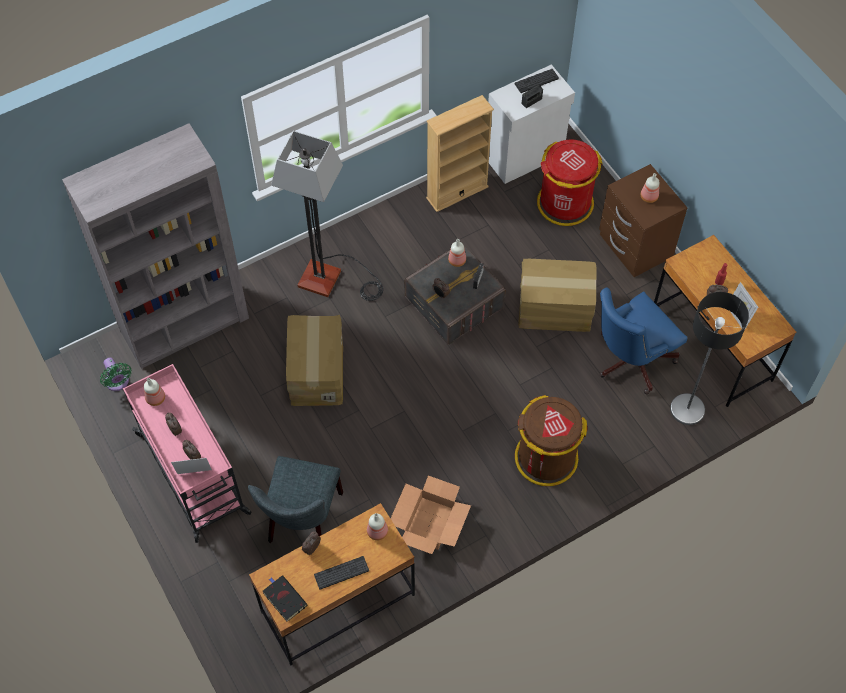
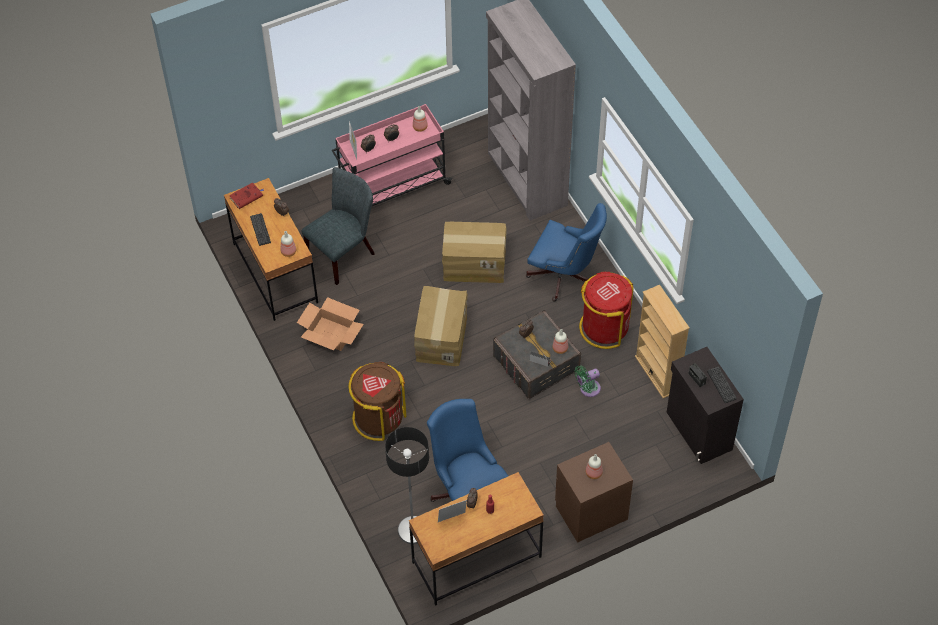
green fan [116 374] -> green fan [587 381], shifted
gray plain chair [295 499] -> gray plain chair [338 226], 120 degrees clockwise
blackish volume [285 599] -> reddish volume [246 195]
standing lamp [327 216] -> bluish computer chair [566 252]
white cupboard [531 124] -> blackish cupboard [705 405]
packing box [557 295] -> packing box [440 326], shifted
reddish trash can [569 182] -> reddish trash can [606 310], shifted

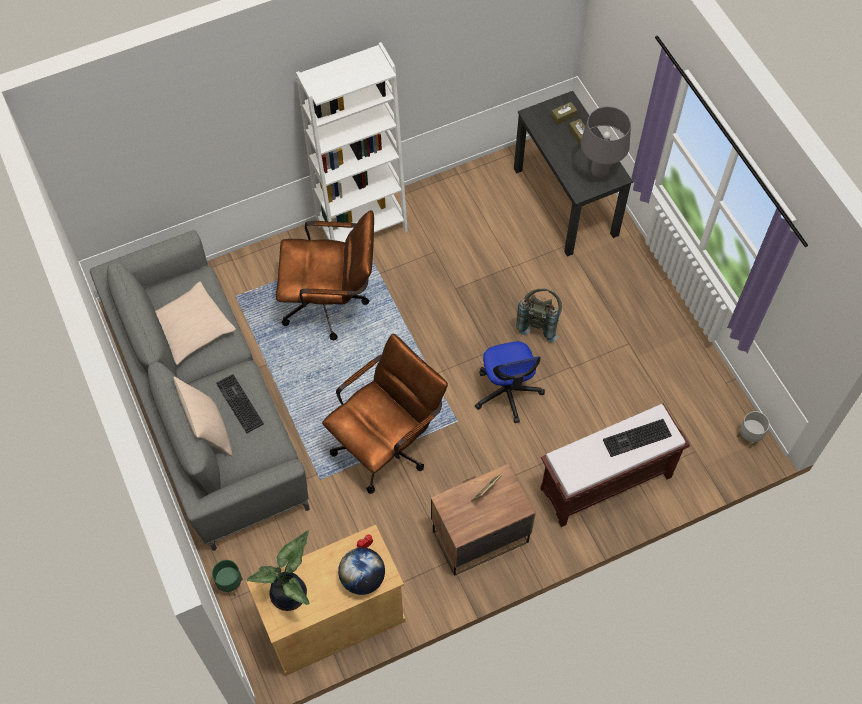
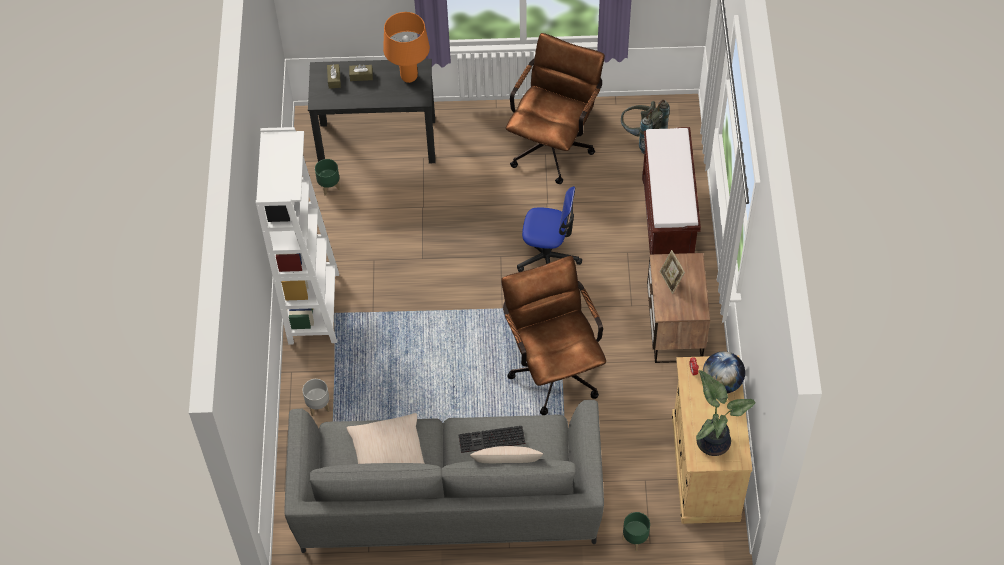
brown-coloured computer chair [325 275] -> brown-coloured computer chair [555 108], shifted
gray backpack [539 315] -> gray backpack [645 127], shifted
gray lamp for a table [606 142] -> orange lamp for a table [406 47]
PC keyboard [637 438] -> none
gray planter [753 430] -> gray planter [316 397], shifted
none -> green planter [327 177]

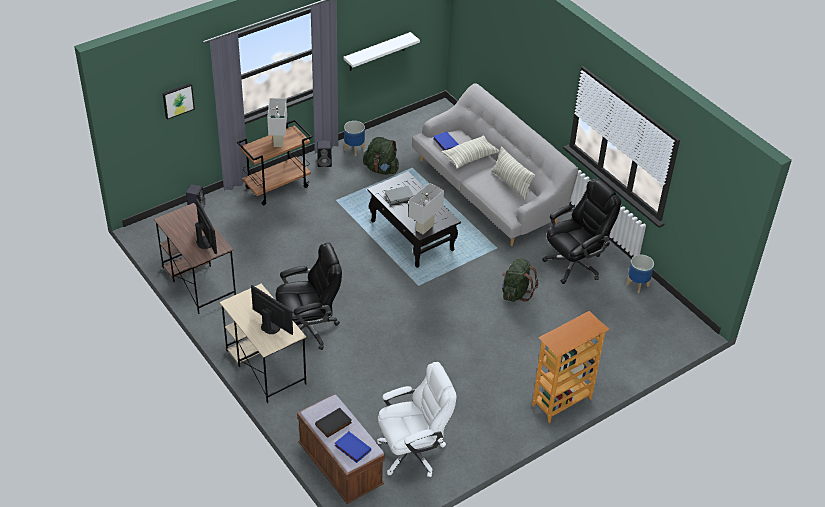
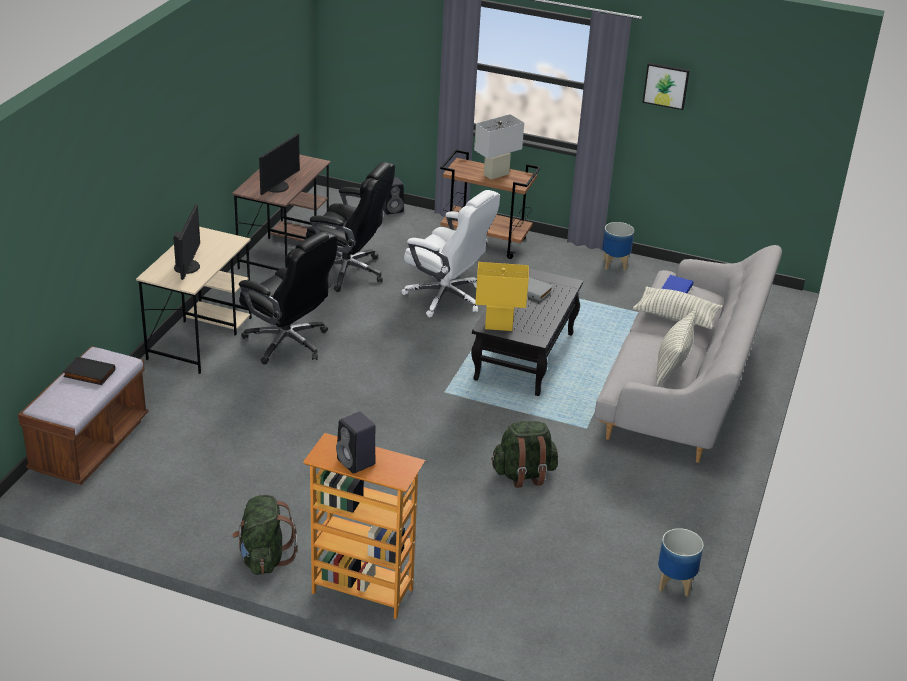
wall picture [179 101] -> wall picture [666 86], shifted
blackish loudspeaker [324 154] -> blackish loudspeaker [356 443], shifted
bluish volume [353 447] -> none
white shelf [382 51] -> none
green backpack [381 156] -> green backpack [265 535], shifted
white computer chair [416 419] -> white computer chair [451 253], shifted
white lamp for a table [426 208] -> yellow-coloured lamp for a table [502 296]
blackish computer chair [581 231] -> blackish computer chair [350 227], shifted

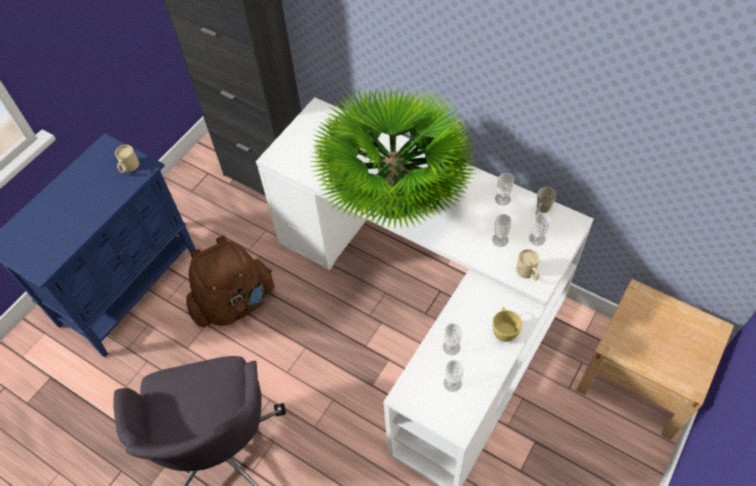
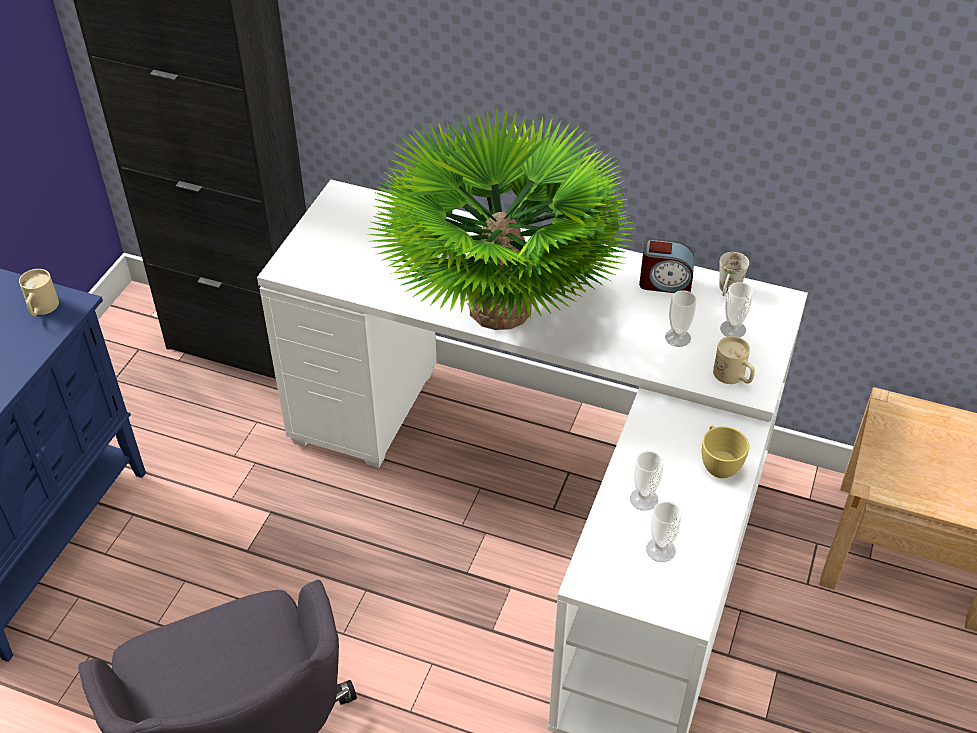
brown-coloured backpack [230 281] -> none
drinking cup [504 189] -> table clock [666 265]

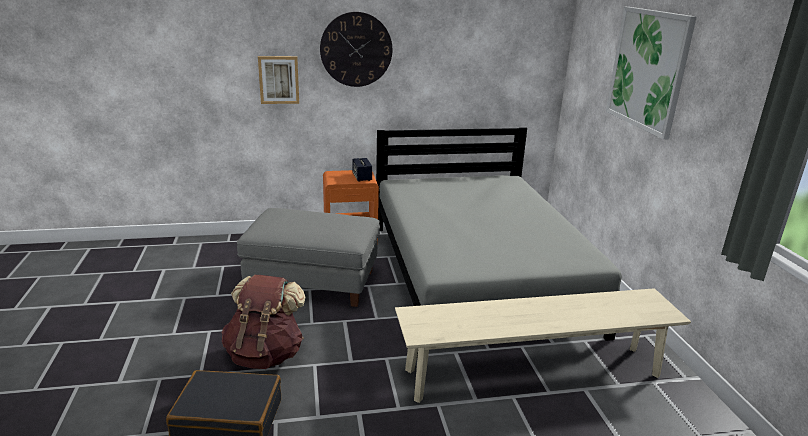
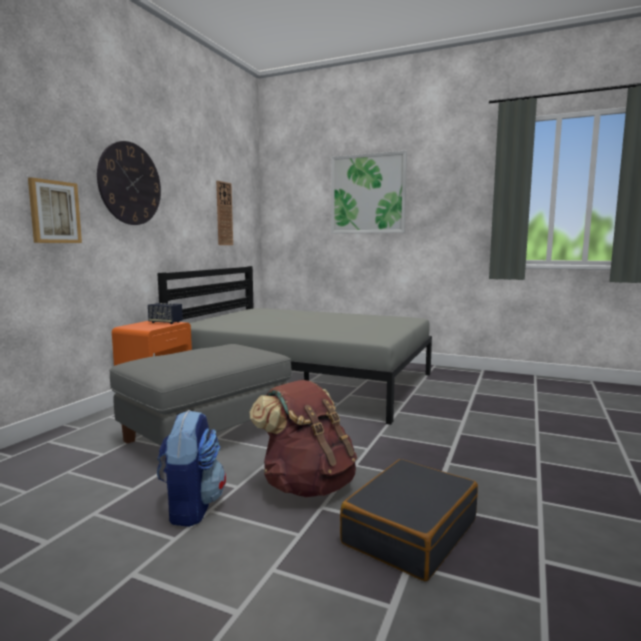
beige long seat [543 345] -> none
none -> backpack [191 468]
none -> hanging clock [224 213]

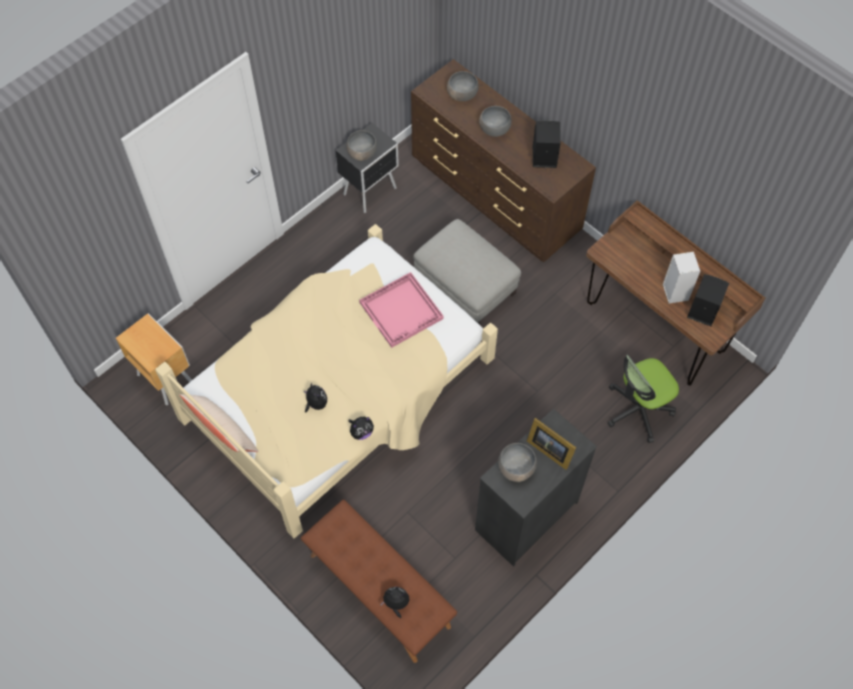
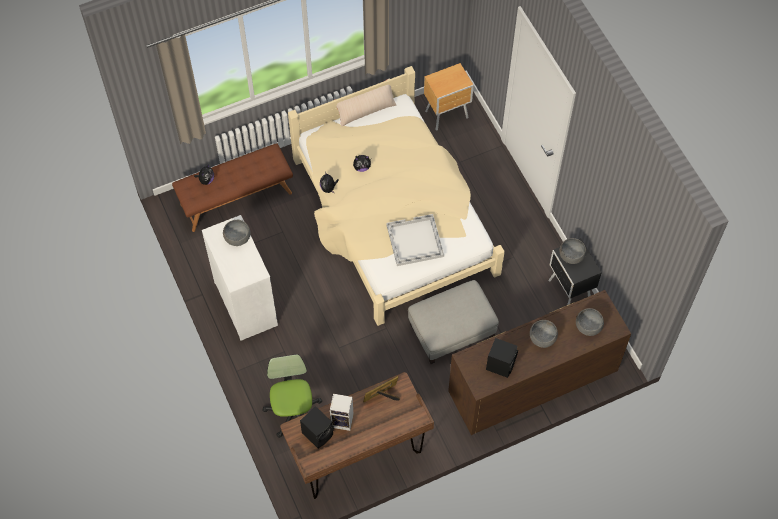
pink-coloured carrying tray [401 310] -> white carrying tray [415 240]
blackish chest of drawers [536 488] -> white chest of drawers [240 278]
photo frame [551 444] -> photo frame [381 389], shifted

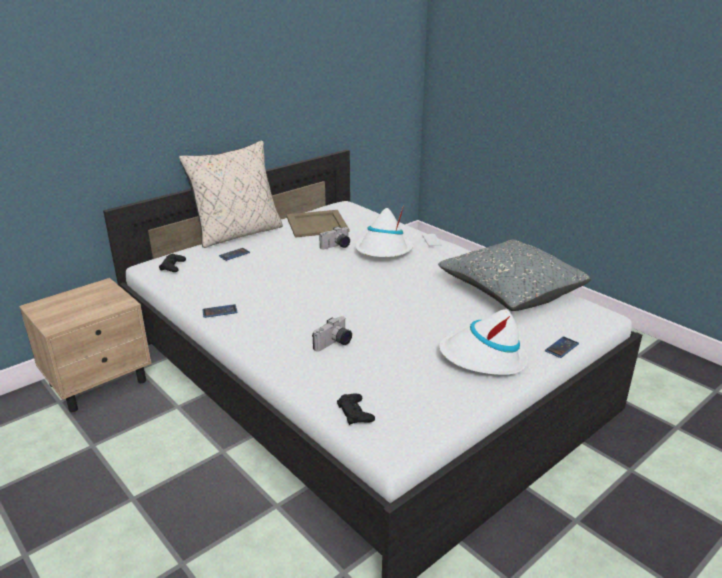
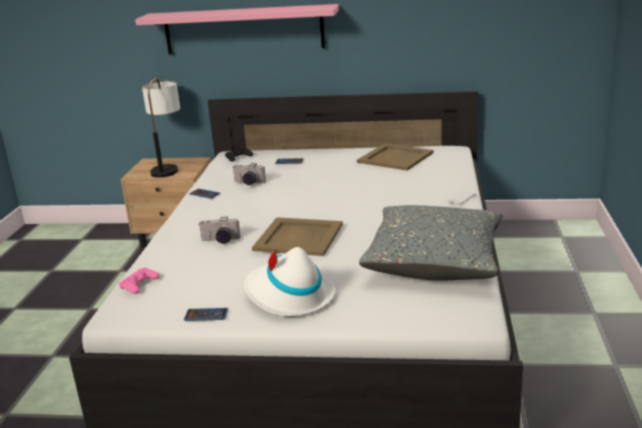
beige pillow [231 194] -> none
still camera [334 238] -> still camera [249 174], shifted
blackish gamepad [356 409] -> pink-coloured gamepad [139 281]
white wearable hat [384 231] -> none
telephone [562 347] -> telephone [206 314], shifted
none -> pink-coloured shelf [237 29]
none -> lamp for a table [161 128]
none -> beige carrying tray [297 236]

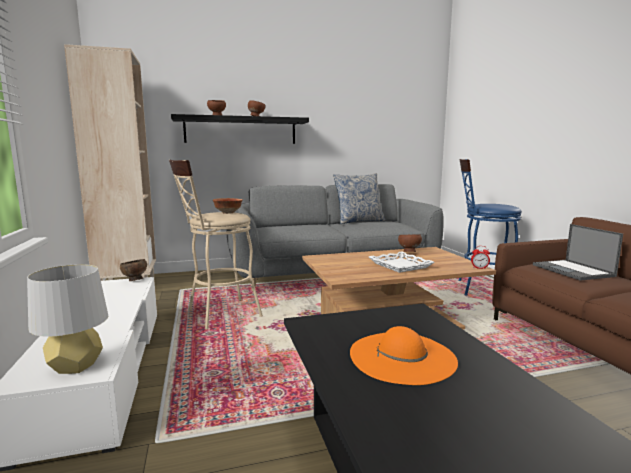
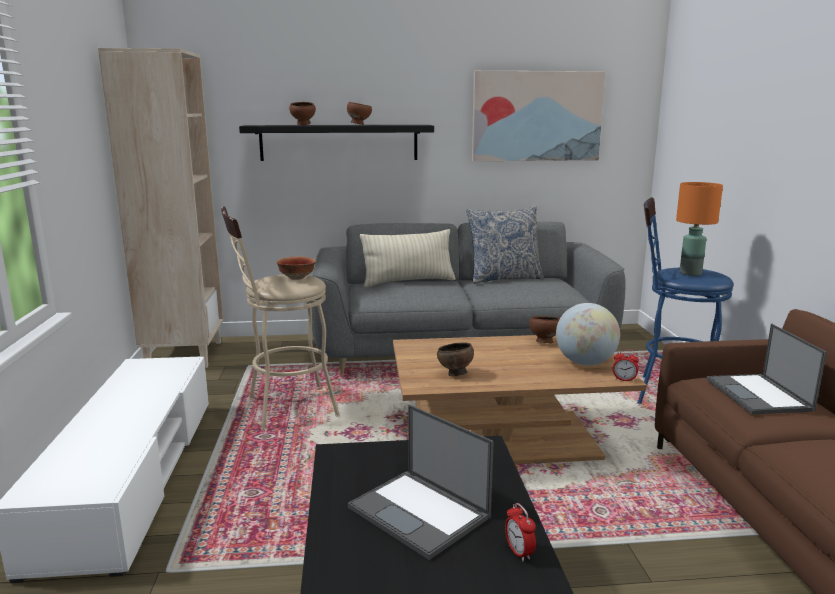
gray lamp for a table [67 319] -> none
brown-coloured serving bowl [133 270] -> brown-coloured serving bowl [455 359], shifted
orange wearable hat [404 355] -> notebook computer [421 482]
white carrying tray [402 262] -> none
none -> beige pillow [408 258]
none -> wall picture [539 116]
none -> table clock [520 532]
none -> world globe [588 334]
none -> orange lamp for a table [699 229]

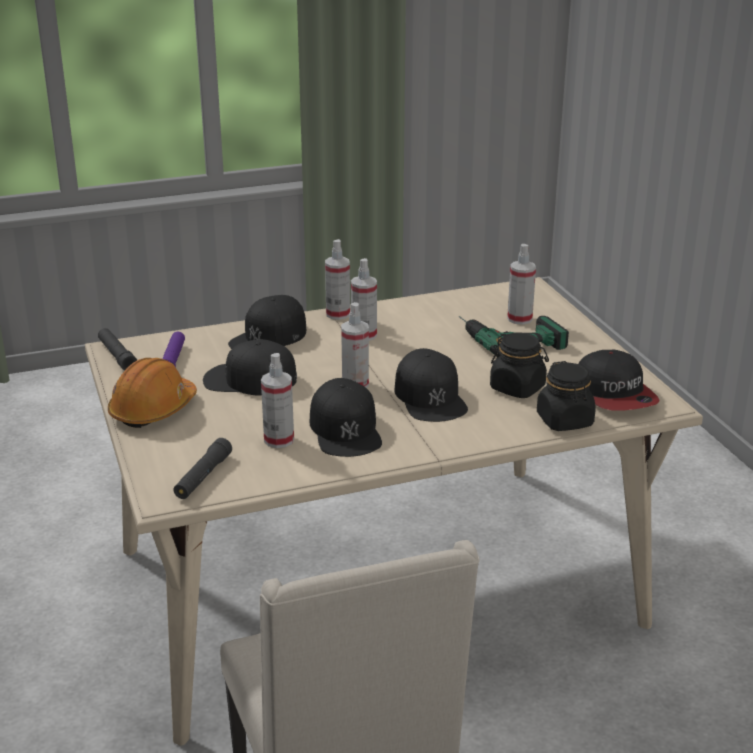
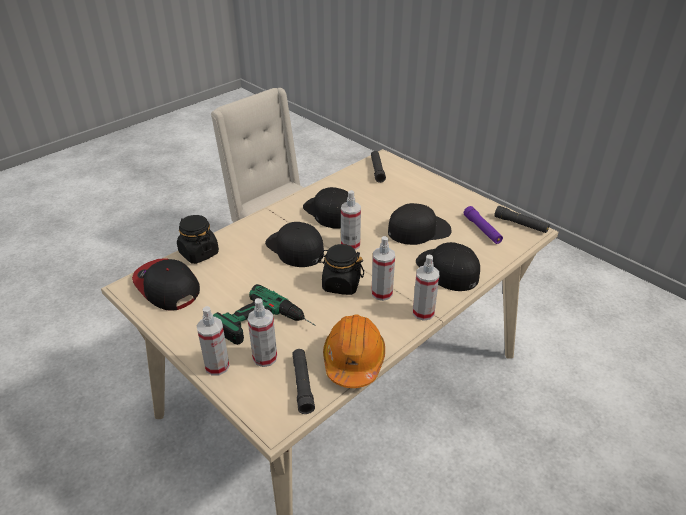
orange safety helmet [152 393] -> orange safety helmet [354 351], shifted
blackish peaked cap [267 322] -> blackish peaked cap [448 266], 45 degrees counterclockwise
sprayer [277 400] -> sprayer [213 341], shifted
blackish preserve jar [519 365] -> blackish preserve jar [341 269], shifted
none -> blackish flashlight [303 381]

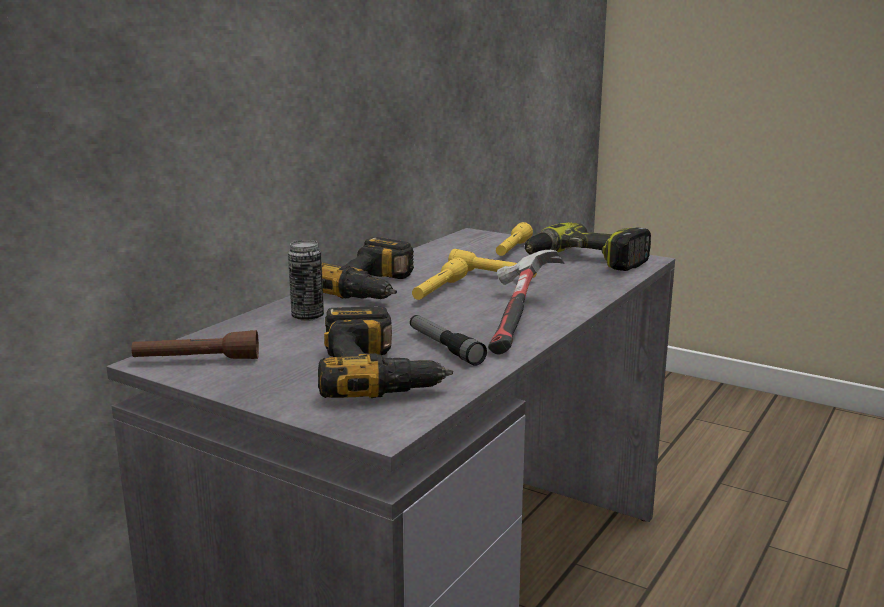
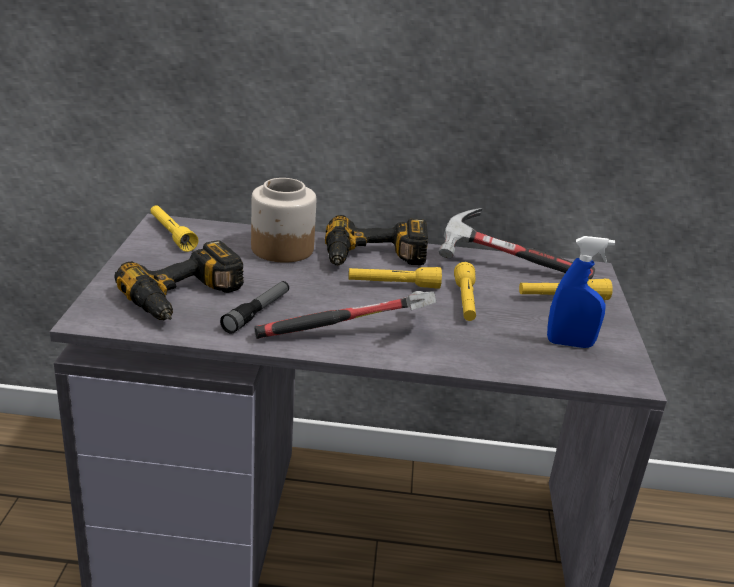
brown-coloured flashlight [195 344] -> yellow-coloured flashlight [174 228]
sealed can [306 280] -> preserve jar [283 220]
drill [588 246] -> bluish sprayer [581 292]
none -> hand hammer [517 244]

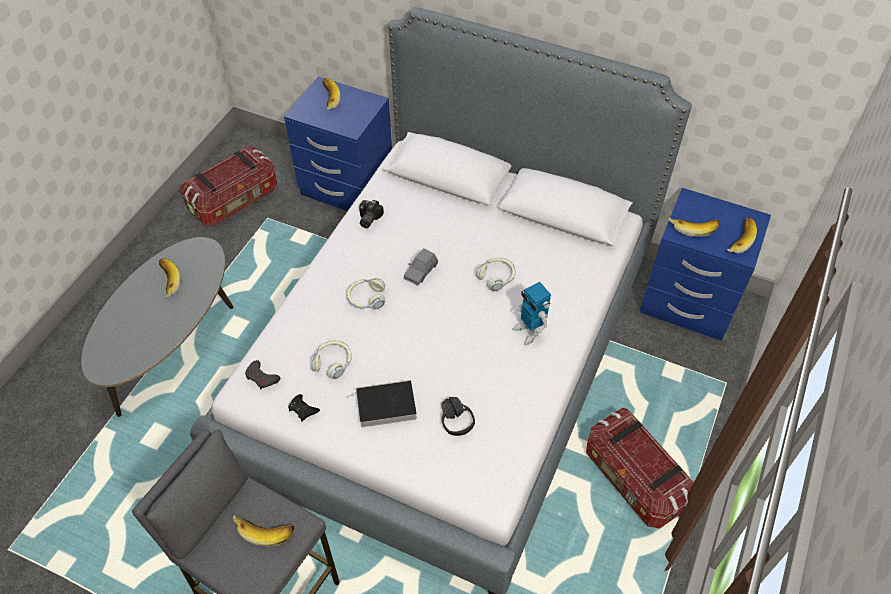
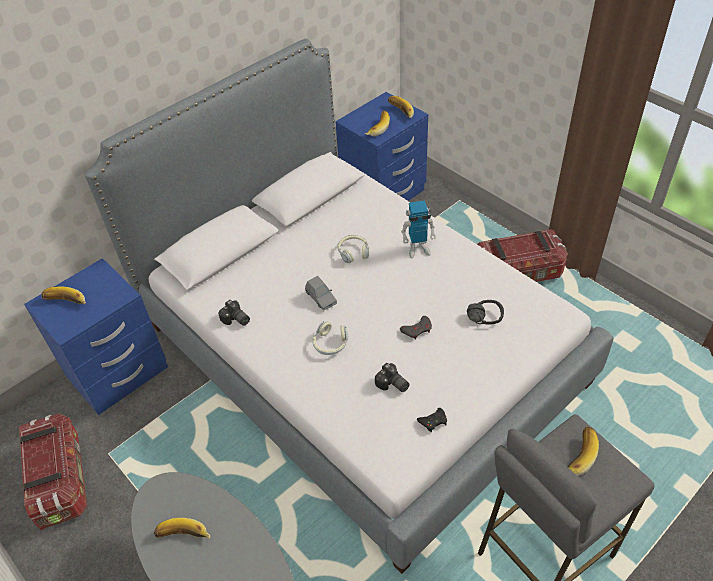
gray gamepad [262 374] -> gray gamepad [416 328], shifted
headset [331 359] -> still camera [392 377]
volume [382 403] -> none

